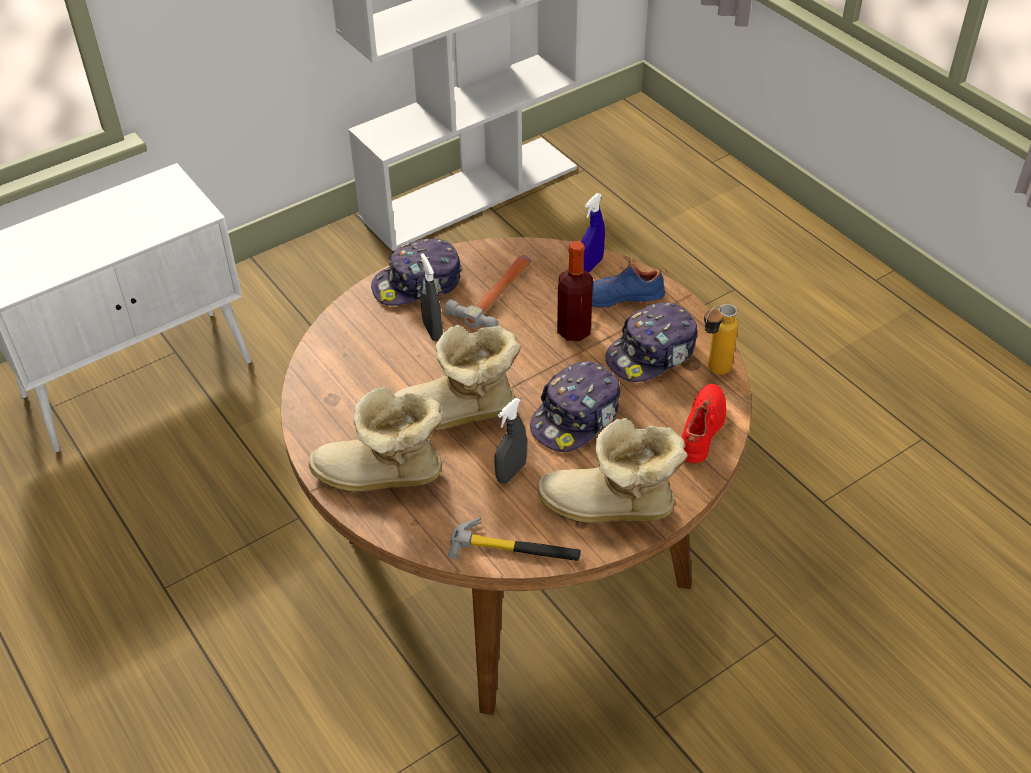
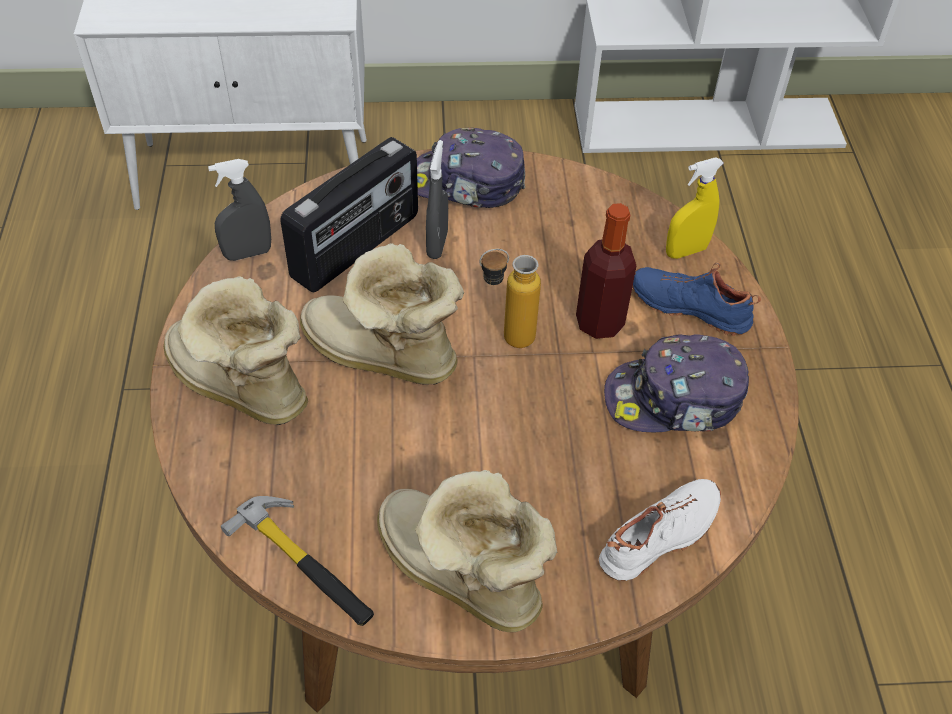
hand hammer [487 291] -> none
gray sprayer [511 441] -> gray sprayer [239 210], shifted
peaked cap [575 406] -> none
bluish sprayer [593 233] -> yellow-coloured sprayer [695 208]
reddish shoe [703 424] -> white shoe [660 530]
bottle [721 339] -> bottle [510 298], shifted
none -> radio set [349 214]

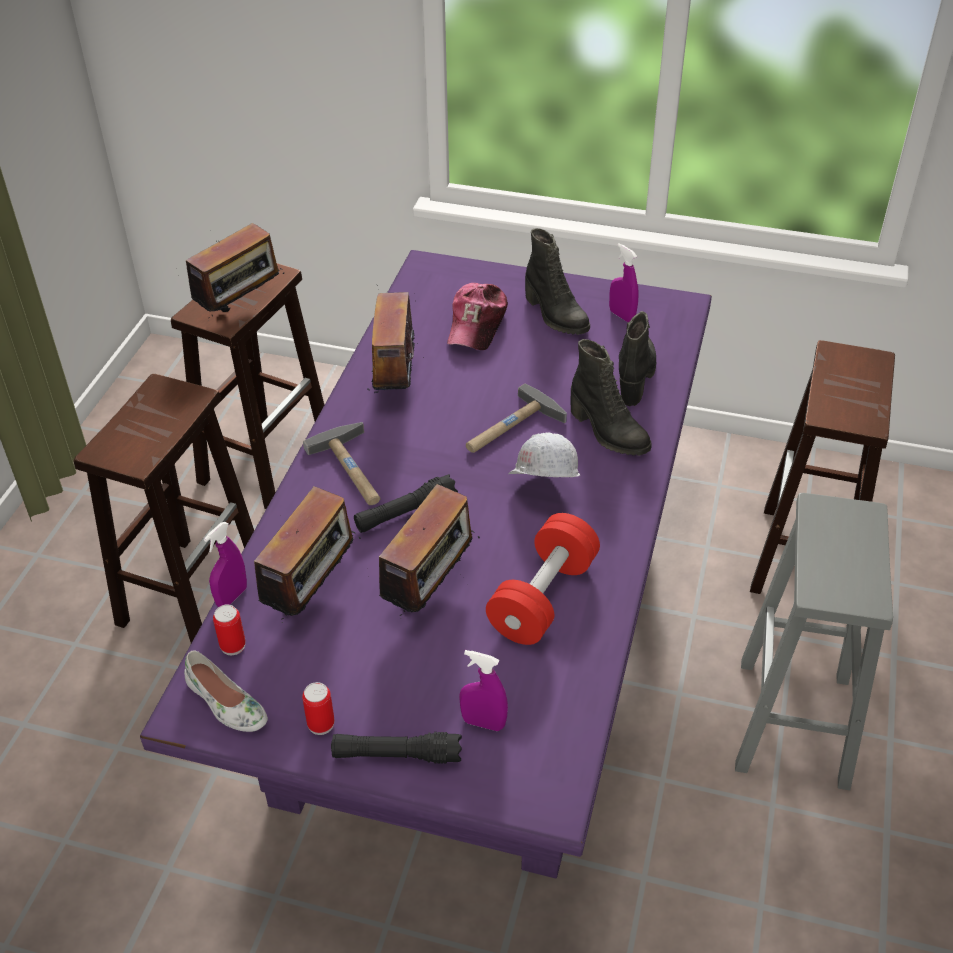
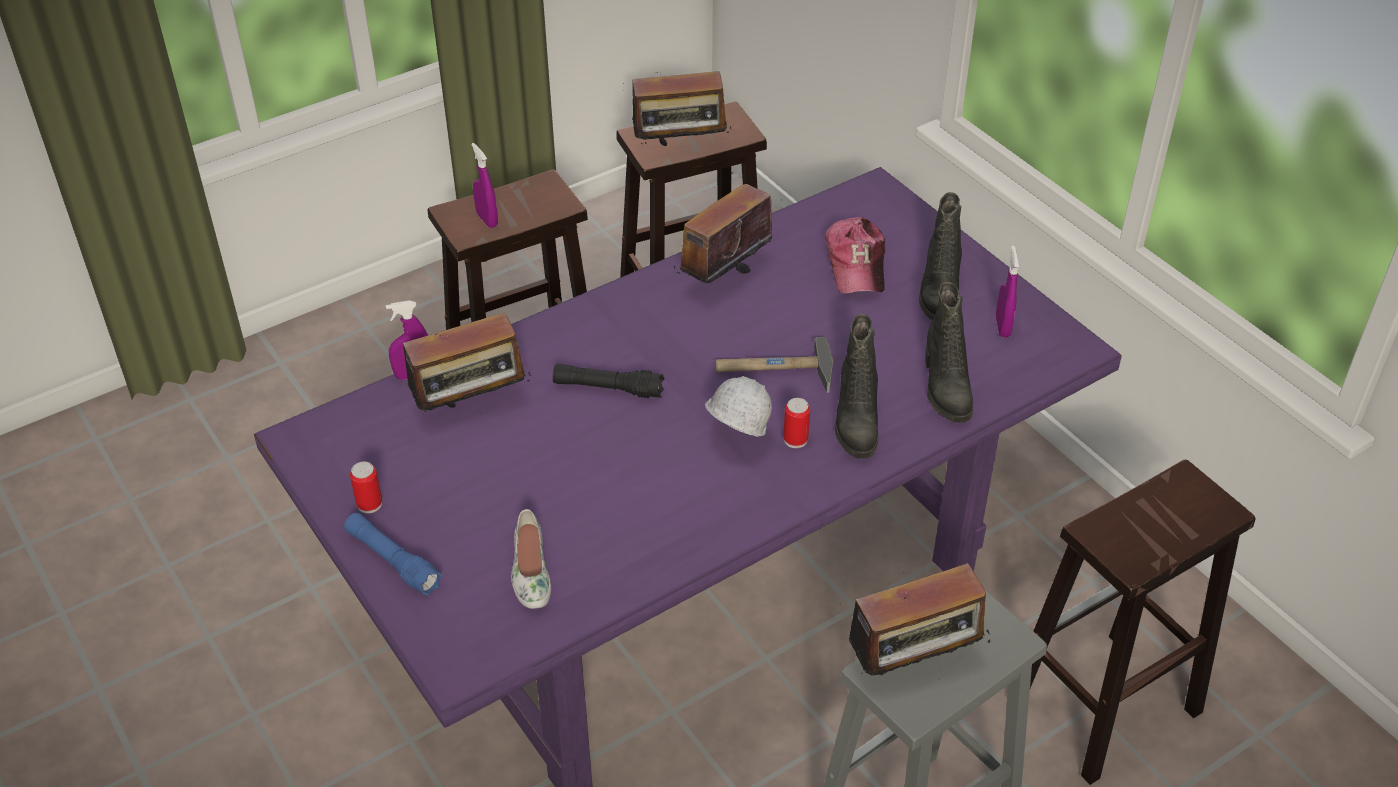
white shoe [226 691] -> white shoe [531 559], shifted
sealed can [229 629] -> sealed can [796 423], shifted
hand hammer [341 463] -> none
blackish flashlight [396 748] -> bluish flashlight [393 554]
radio set [429 551] -> radio set [915 619], shifted
peaked cap [477 316] -> peaked cap [855 255], 60 degrees counterclockwise
purple sprayer [483 690] -> purple sprayer [484 185], shifted
reddish free weight [543 579] -> none
blackish tall boot [637 358] -> blackish tall boot [949 352], 120 degrees clockwise

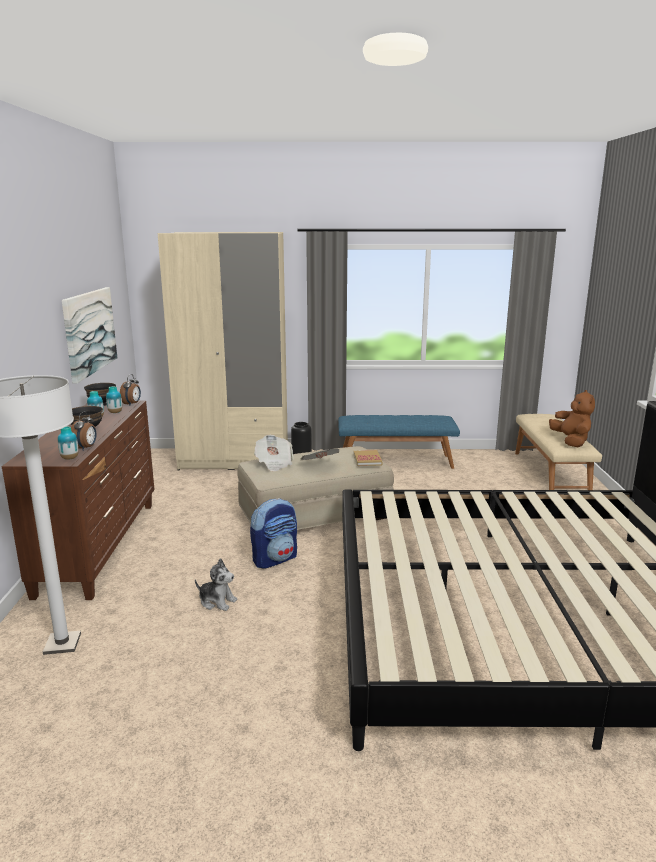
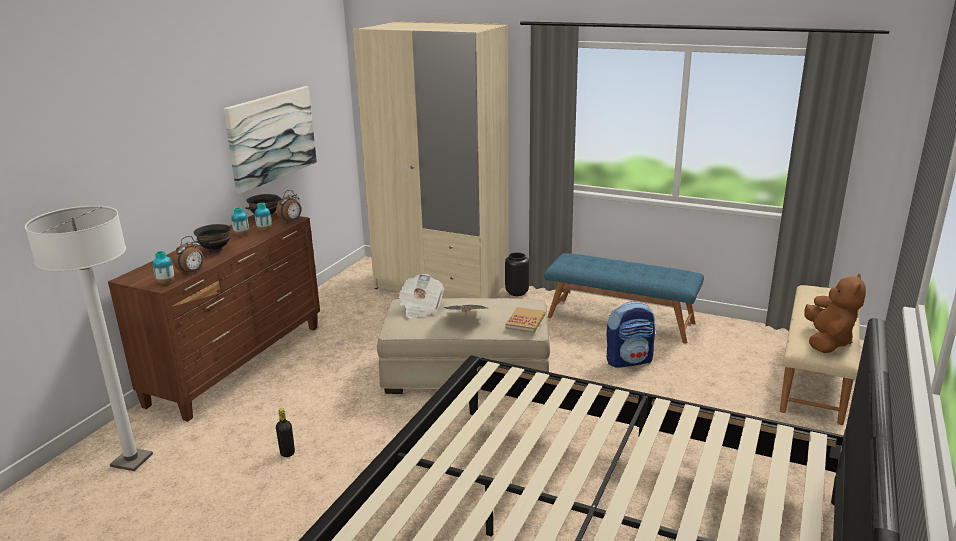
plush toy [216 584] -> blackish bottle [285 432]
backpack [273 533] -> backpack [631 335], shifted

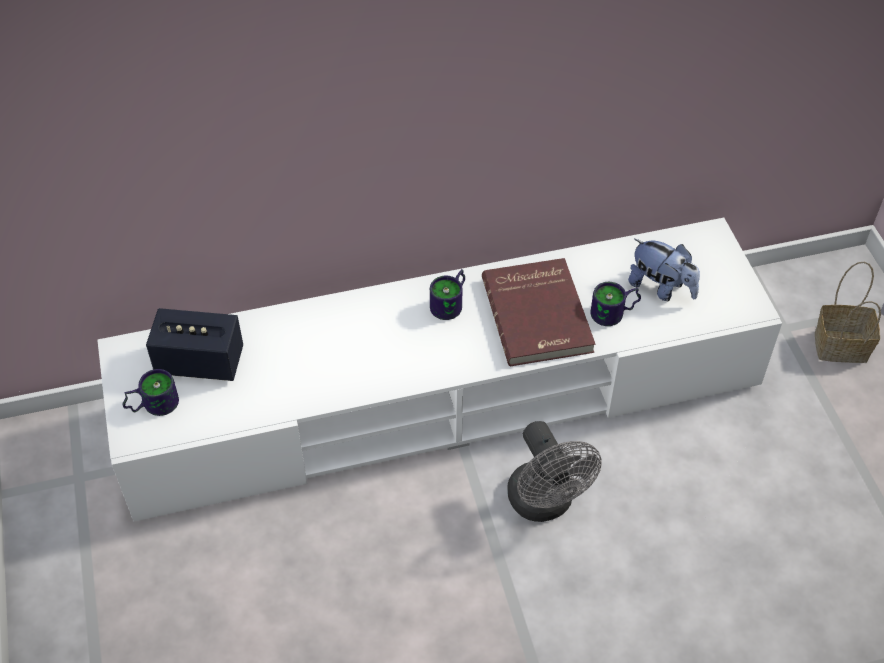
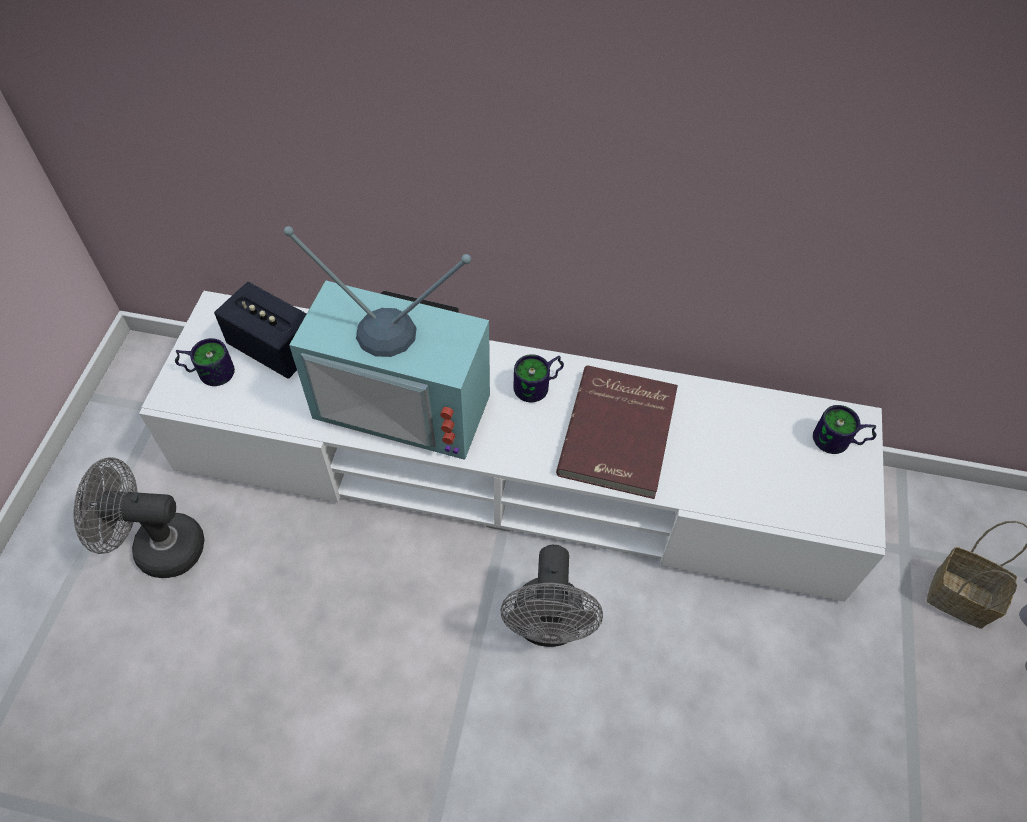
coffee mug [615 304] -> coffee mug [845 429], shifted
plush toy [664 270] -> none
none -> gray fan [139 517]
none -> TV [387 343]

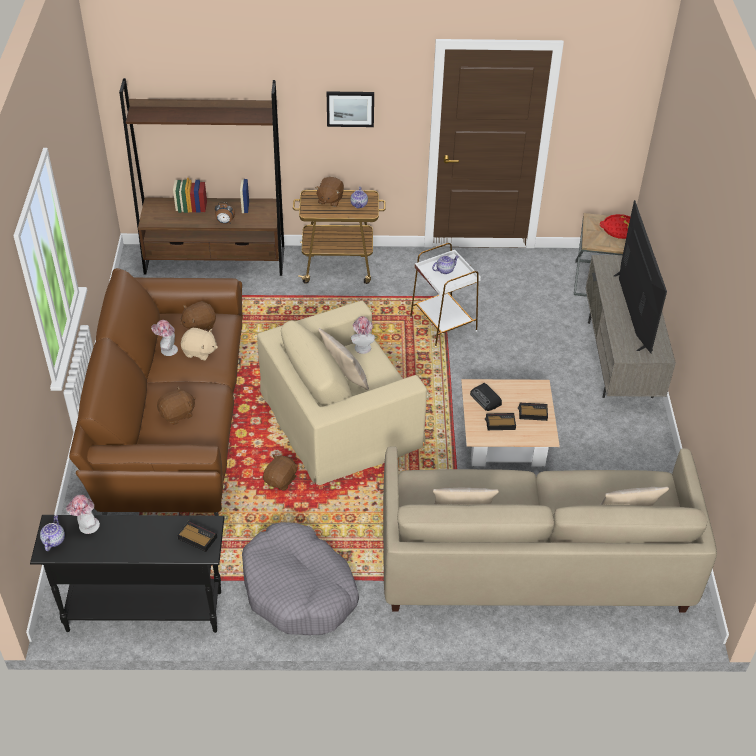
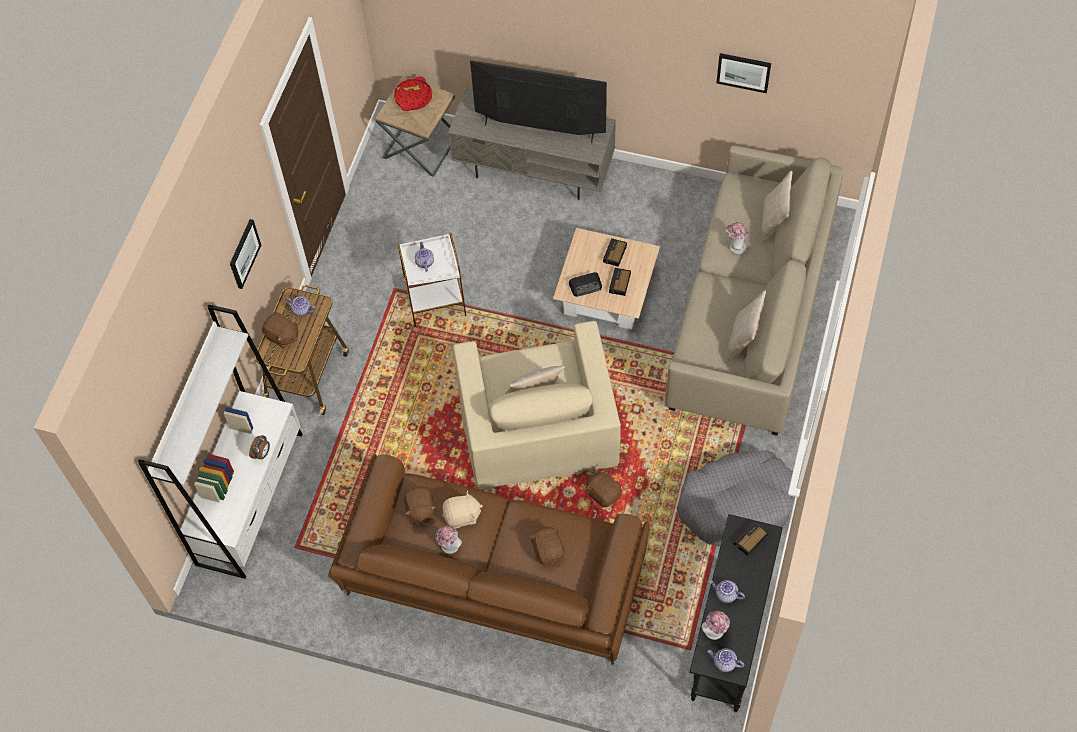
brown-coloured bookcase [201 177] -> white bookcase [220 441]
beige plush toy [199 344] -> beige plush toy [462 509], 45 degrees clockwise
wearable hat [363 335] -> wearable hat [737 238], shifted
none -> pot for tea [727 591]
none -> wall picture [743 73]

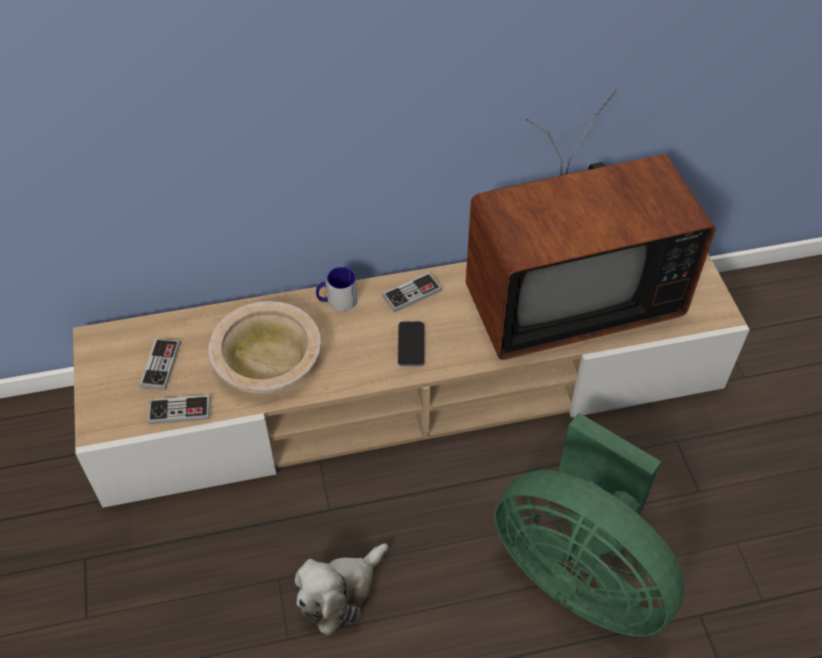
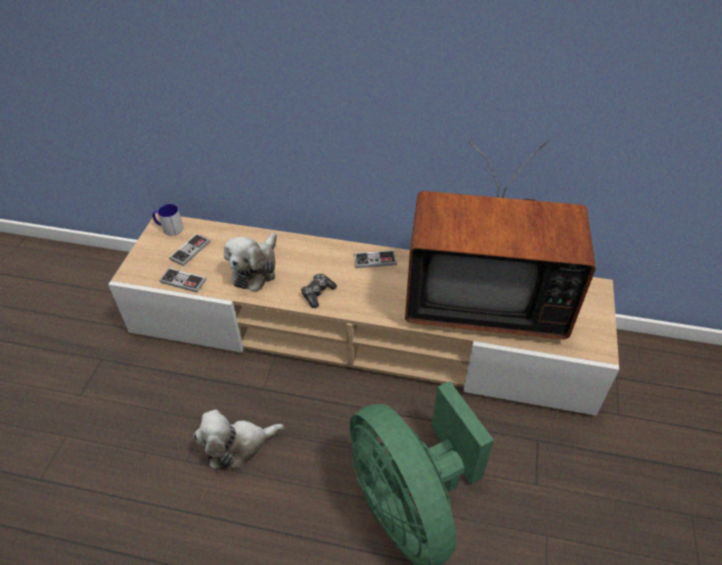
beige serving bowl [264 347] -> plush toy [250 262]
coffee mug [336 289] -> coffee mug [168 220], shifted
telephone [411 344] -> none
none -> gamepad [319 291]

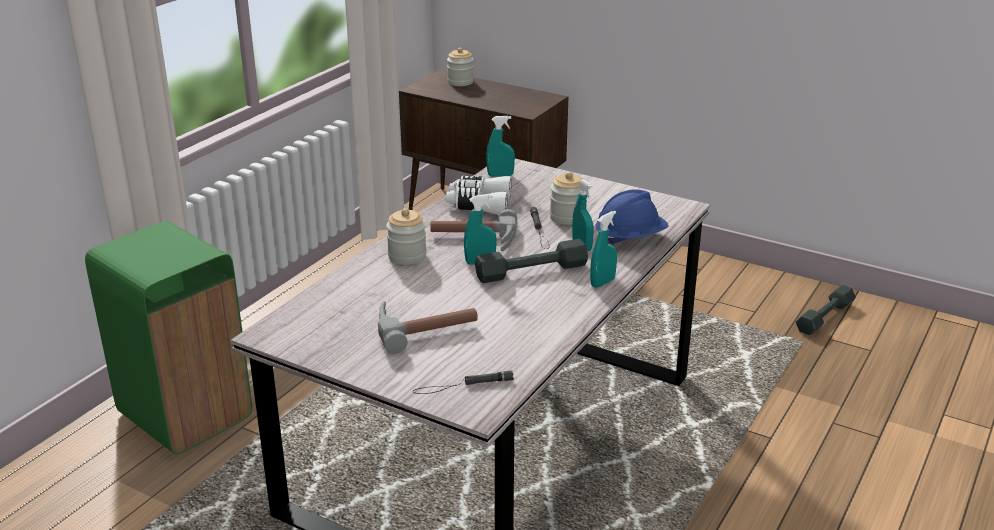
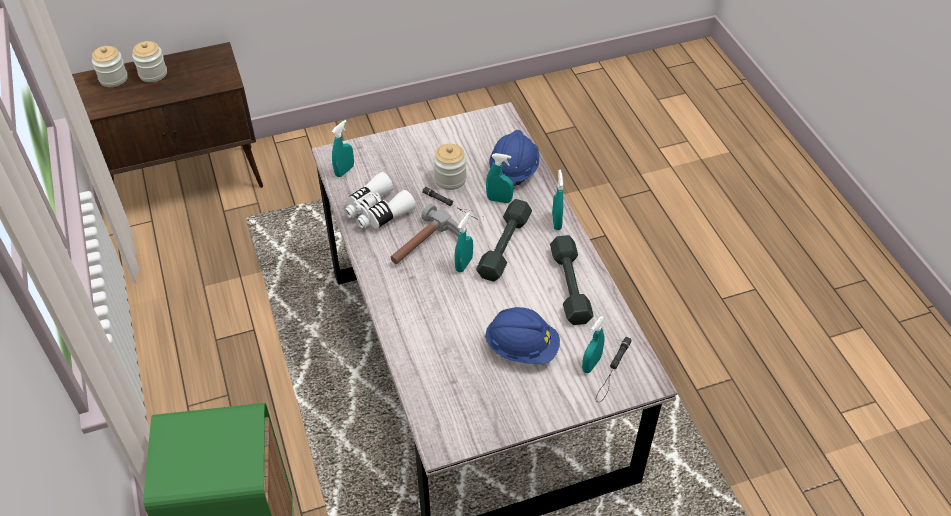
hand hammer [428 327] -> bluish safety helmet [522 335]
preserve jar [406 236] -> preserve jar [149 61], shifted
gray free weight [826 310] -> gray free weight [572 280], shifted
none -> turquoise-coloured sprayer [593 344]

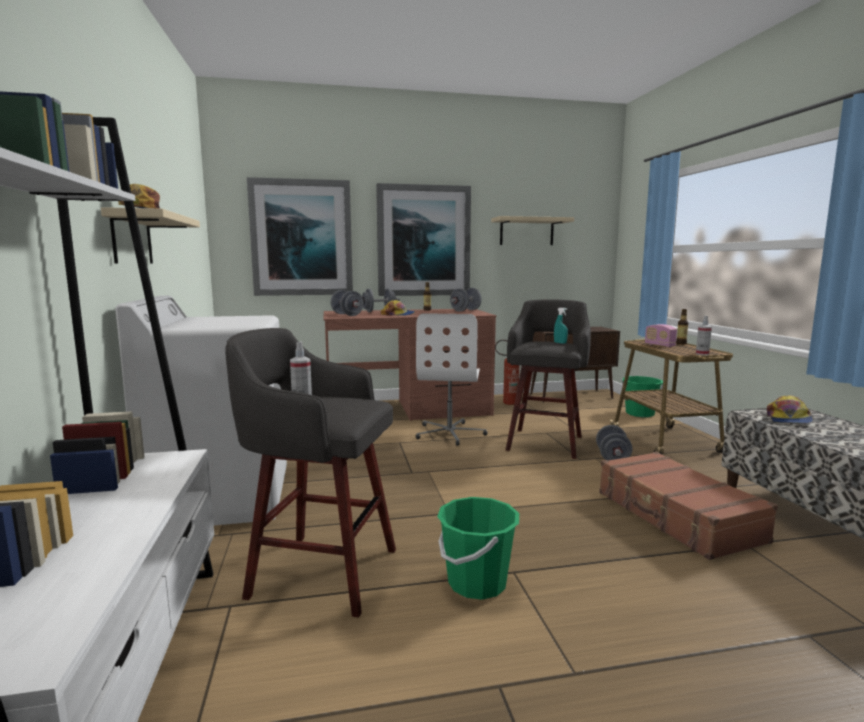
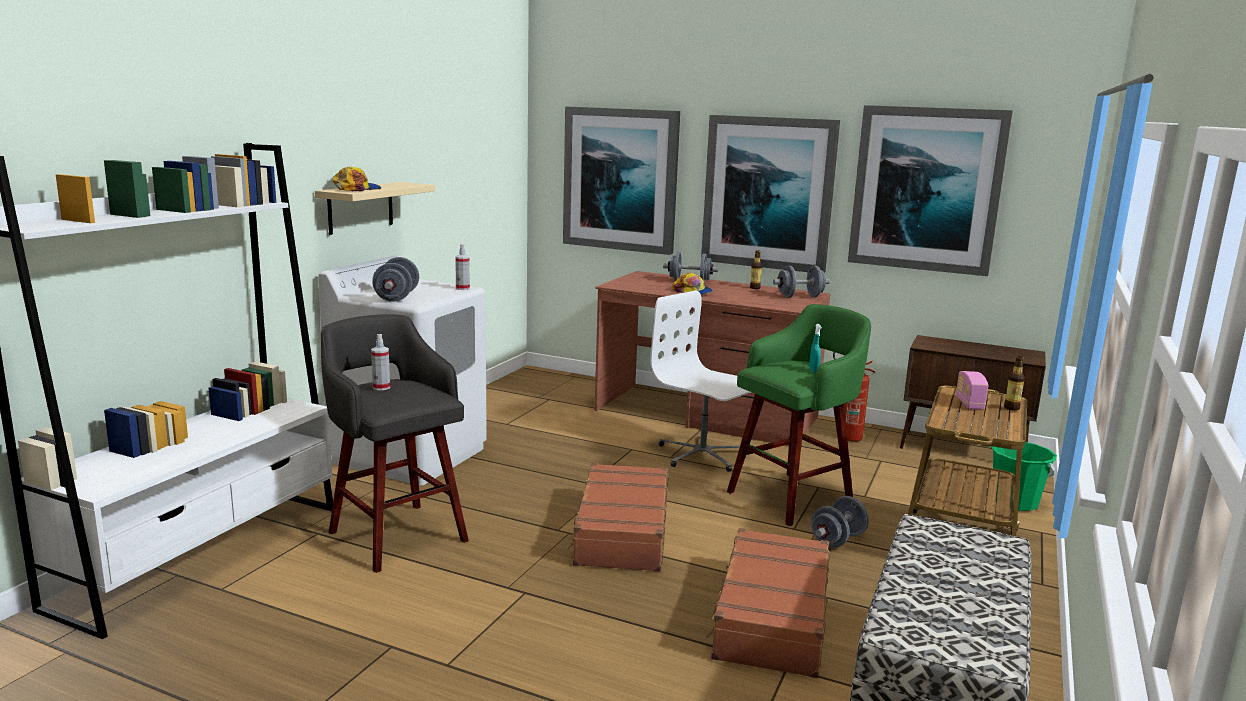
gray free weight [347 303] -> gray free weight [395 279], shifted
white computer chair [451 379] -> white computer chair [700 381], 90 degrees clockwise
green bucket [478 548] -> none
beige shelf [532 230] -> wall picture [930 190]
gray sitting stool [548 379] -> green sitting stool [799 415]
sprayer [704 335] -> sprayer [462 267], shifted
peaked cap [790 409] -> none
none -> brown-coloured travel case [617 517]

